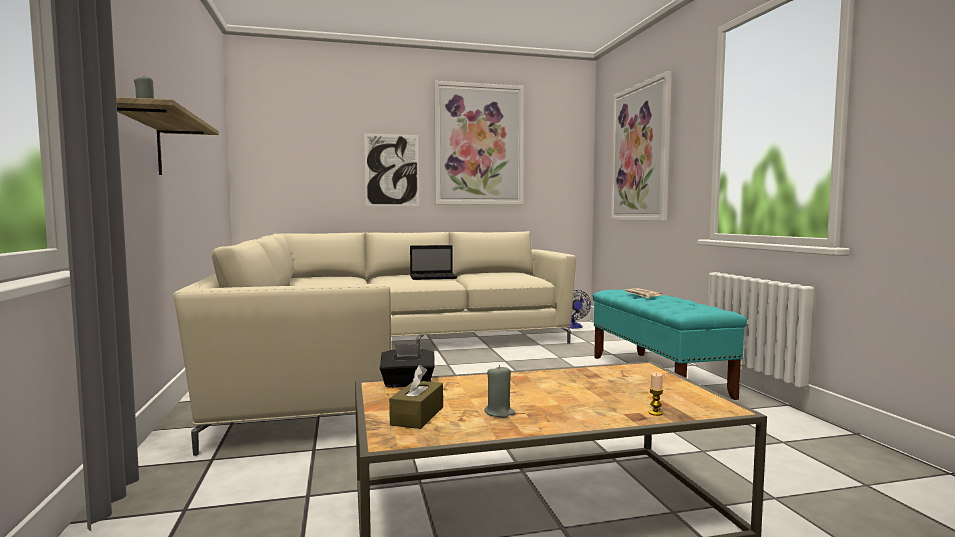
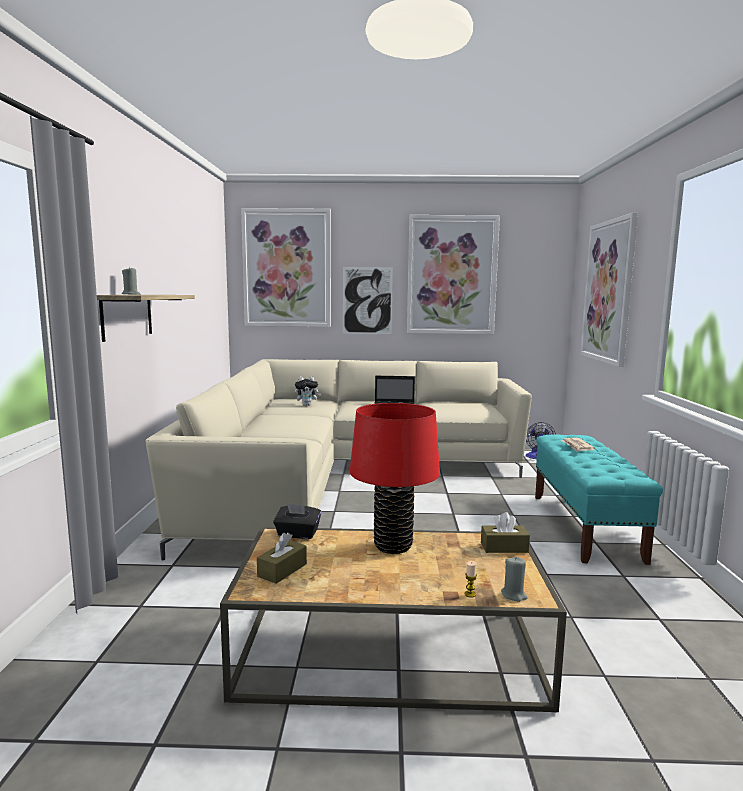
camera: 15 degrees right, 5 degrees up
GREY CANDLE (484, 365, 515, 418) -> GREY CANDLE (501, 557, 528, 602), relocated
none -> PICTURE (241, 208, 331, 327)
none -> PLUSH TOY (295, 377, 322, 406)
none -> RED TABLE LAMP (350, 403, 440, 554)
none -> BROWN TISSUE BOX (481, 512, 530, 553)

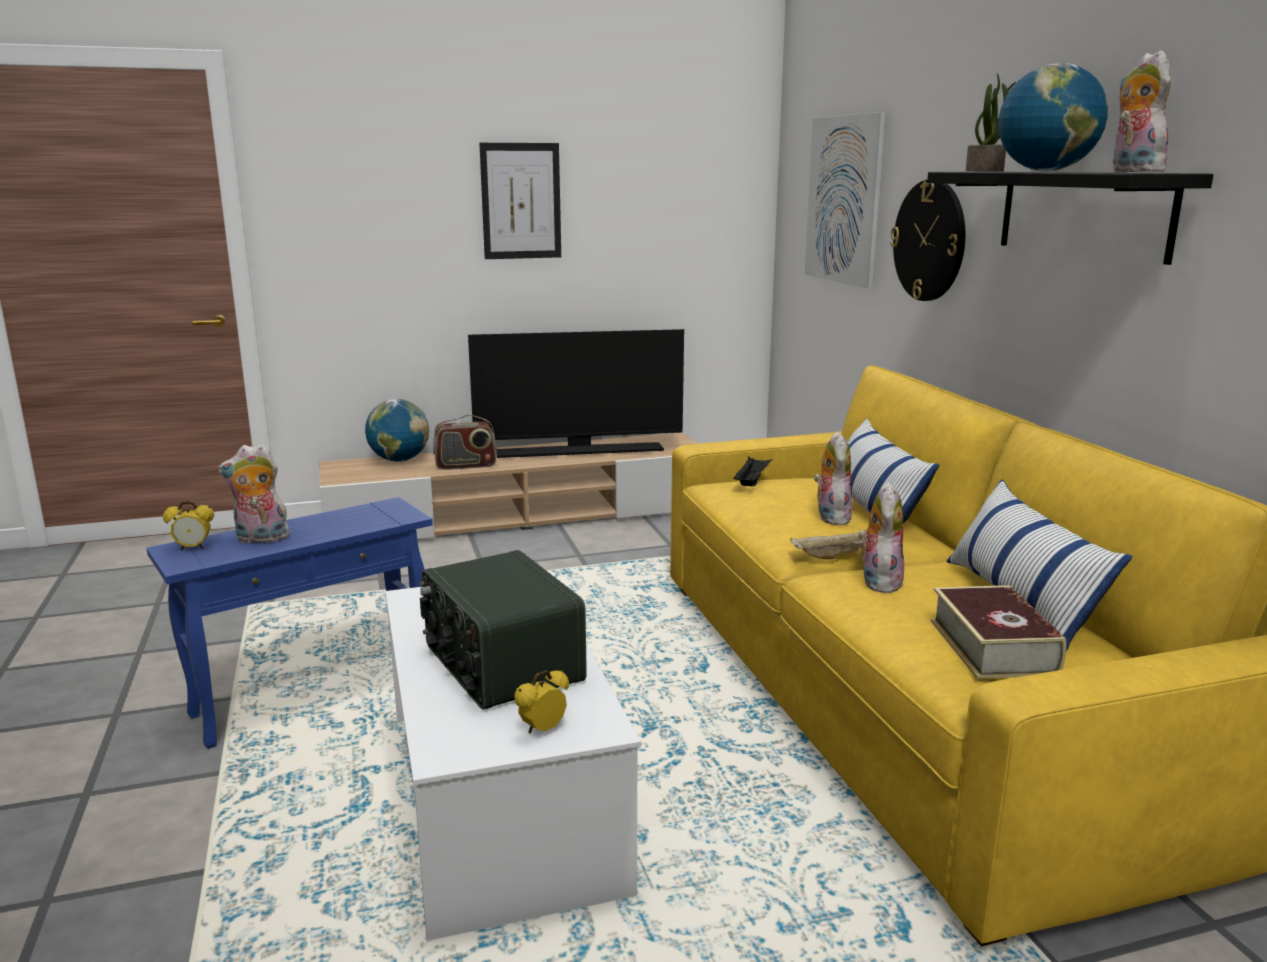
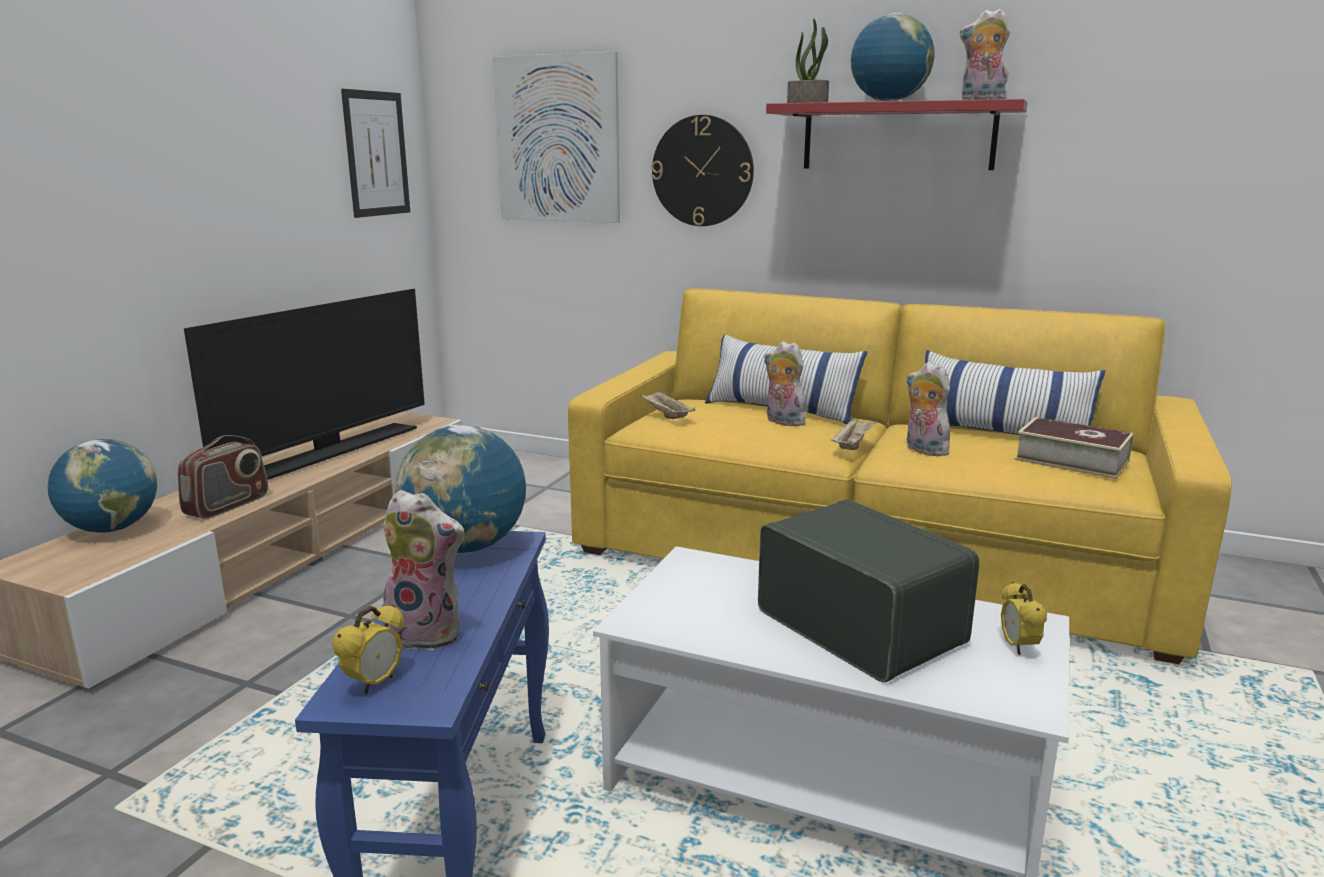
camera: 50 degrees left, 0 degrees up
PLUSH TOY (218, 443, 290, 544) -> PLUSH TOY (383, 490, 465, 650), 105 degrees counterclockwise
RADIO (419, 550, 587, 710) -> RADIO (758, 499, 979, 683), 135 degrees counterclockwise
PICTURE (479, 143, 561, 259) -> PICTURE (341, 89, 410, 218), relocated
BLACK TRAY (733, 456, 772, 487) -> BEIGE TRAY (640, 391, 695, 419)
BLACK SHELF (927, 172, 1214, 265) -> RED SHELF (766, 99, 1027, 170)
none -> GLOBE (395, 425, 526, 554)

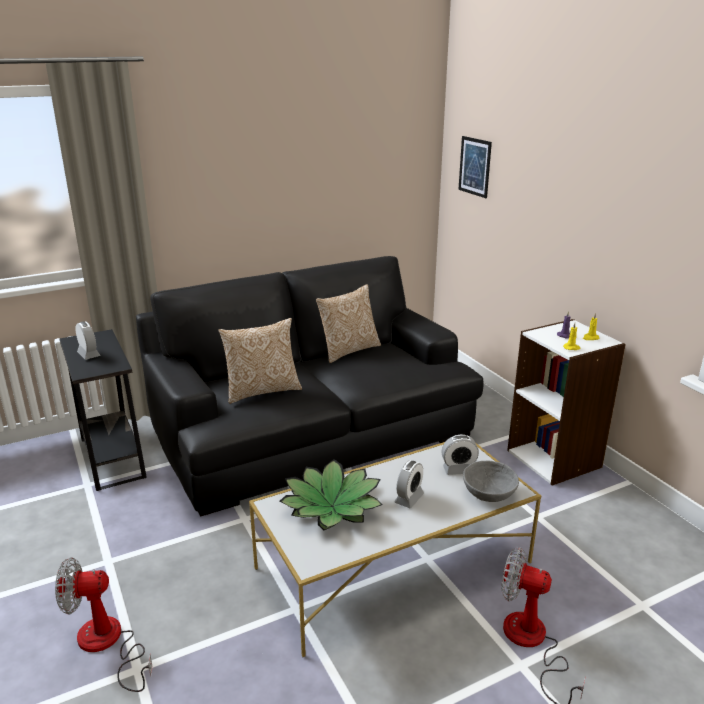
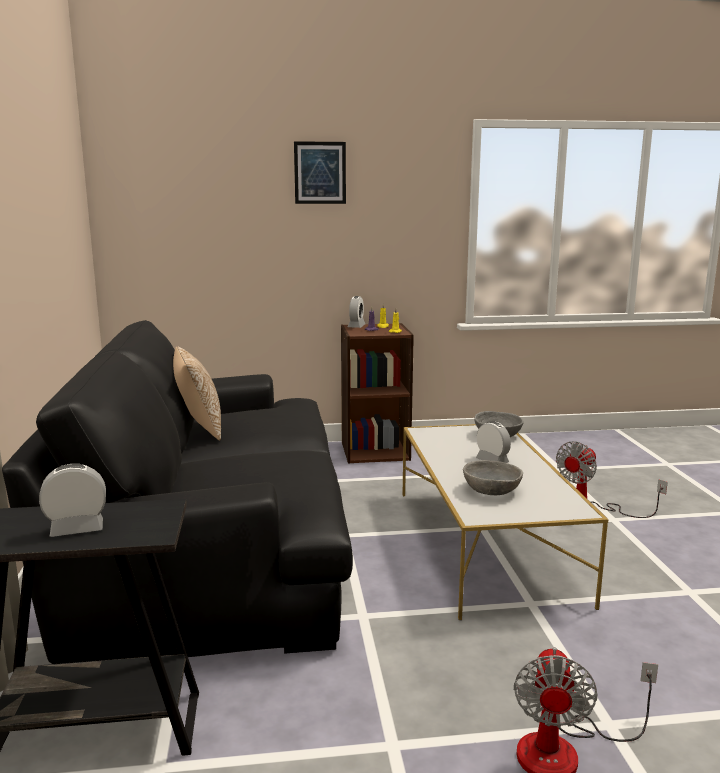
camera: 70 degrees left, 10 degrees down
PILLOW (219, 318, 302, 404) -> none
POTTED PLANT (280, 459, 383, 530) -> GREY BOWL (463, 460, 523, 496)
ALARM CLOCK (441, 435, 479, 475) -> ALARM CLOCK (348, 296, 365, 328), relocated
PICTURE (458, 136, 492, 198) -> PICTURE (294, 141, 346, 204), relocated
WHITE BOOKCASE (507, 319, 626, 486) -> BROWN BOOKCASE (341, 323, 414, 464)

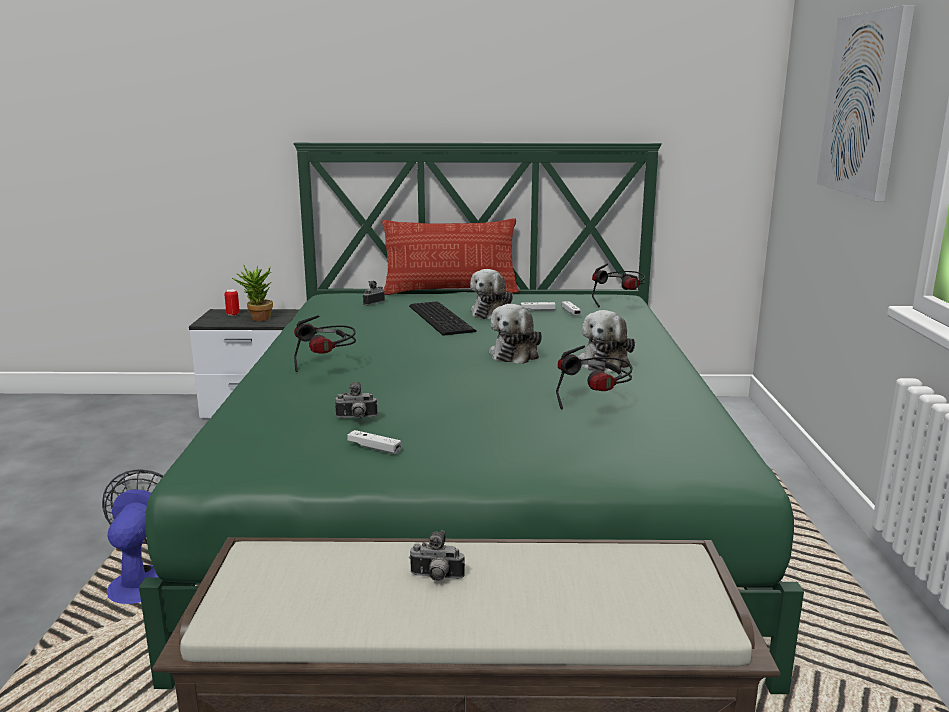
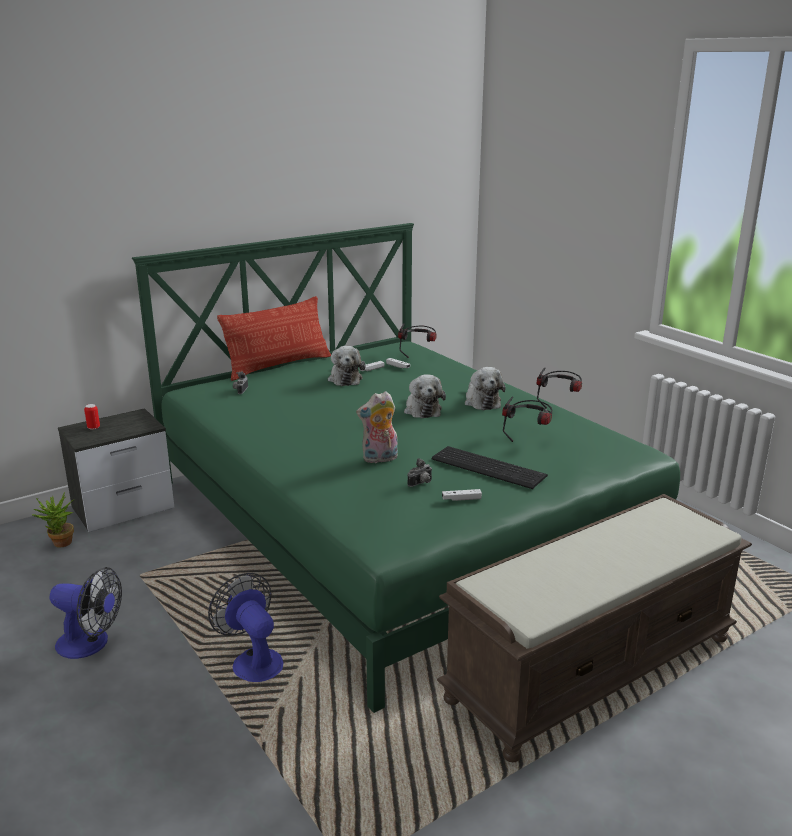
camera: 35 degrees left, 5 degrees up
POTTED PLANT (232, 265, 273, 321) -> POTTED PLANT (32, 492, 74, 548), relocated
HEADPHONES (294, 315, 356, 372) -> HEADPHONES (537, 367, 582, 409), relocated
KEYBOARD (409, 301, 477, 336) -> KEYBOARD (432, 446, 548, 489), relocated
PHOTO CAMERA (409, 530, 465, 581) -> none
PICTURE (817, 5, 915, 201) -> none
none -> FAN (49, 567, 122, 659)
none -> PLUSH TOY (356, 391, 398, 463)

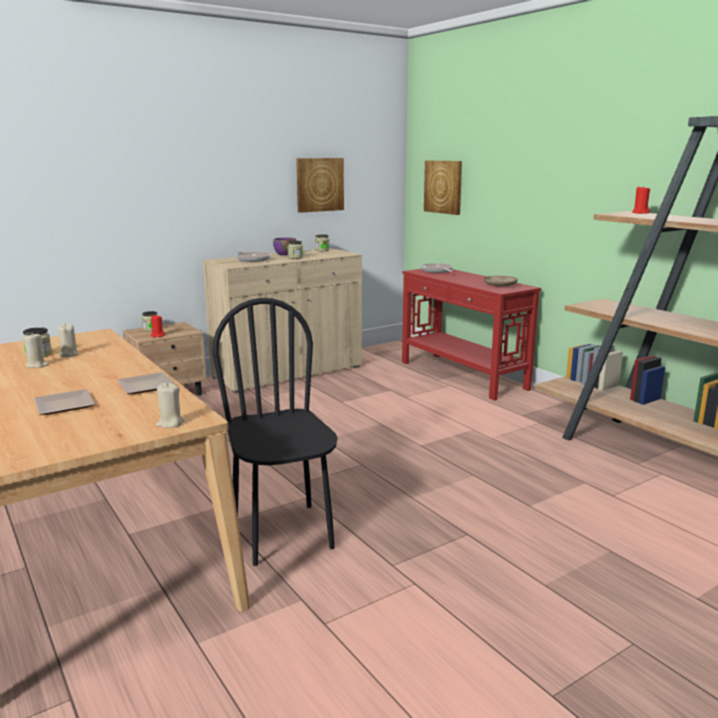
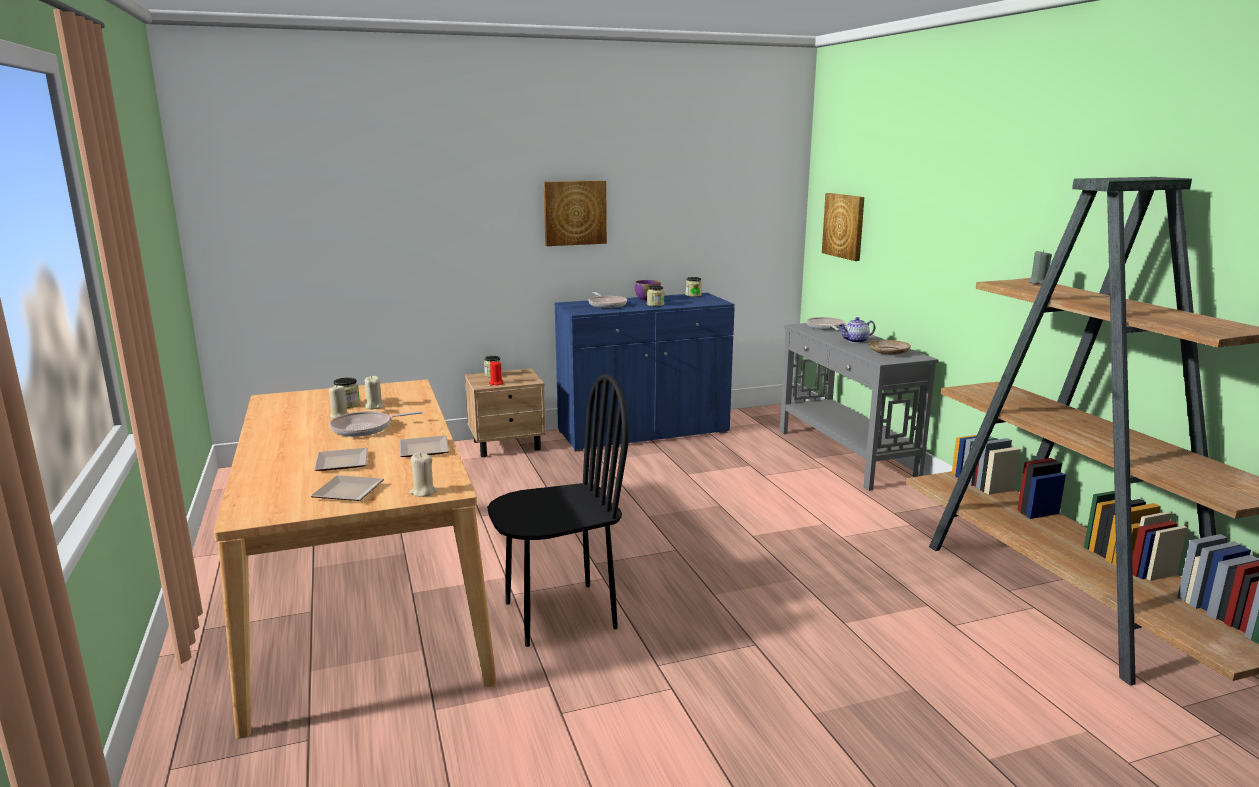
camera: 15 degrees right, 0 degrees up
BEIGE CABINET (203, 248, 362, 393) -> BLUE CABINET (555, 293, 735, 452)
BLACK CHAIR (213, 298, 338, 566) -> BLACK CHAIR (487, 374, 629, 647), 75 degrees clockwise
PICTURE (296, 158, 344, 213) -> PICTURE (543, 180, 607, 246), relocated
RED CONSOLE TABLE (402, 269, 541, 400) -> GREY CONSOLE TABLE (780, 323, 938, 491)
RED CANDLE (632, 185, 650, 214) -> GREY CANDLE (1028, 250, 1052, 284)
none -> PLATE (311, 475, 384, 501)
none -> FRYING PAN (329, 411, 423, 437)
none -> TEAPOT (839, 317, 875, 343)

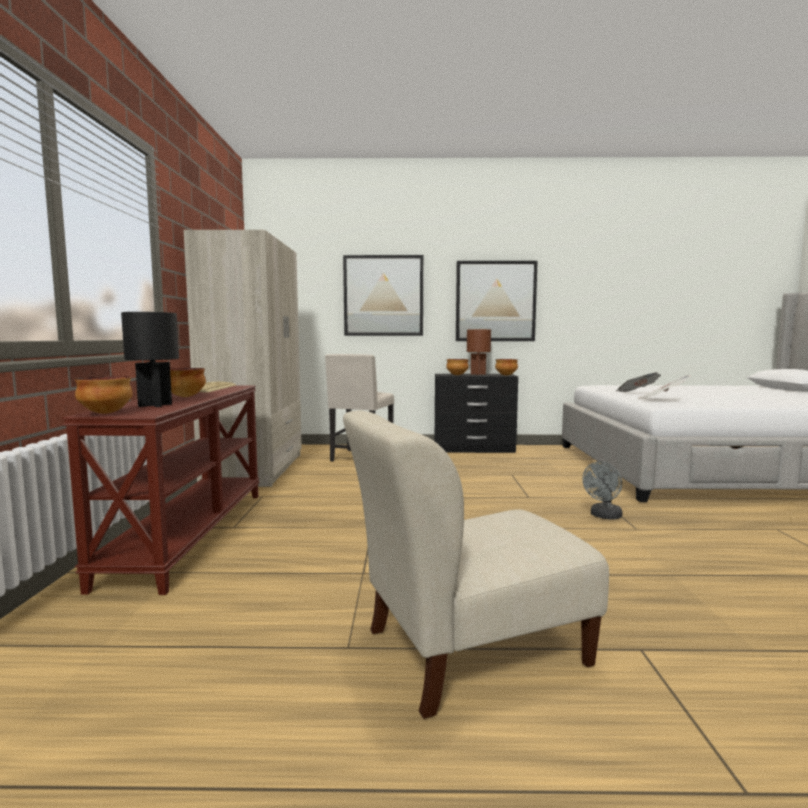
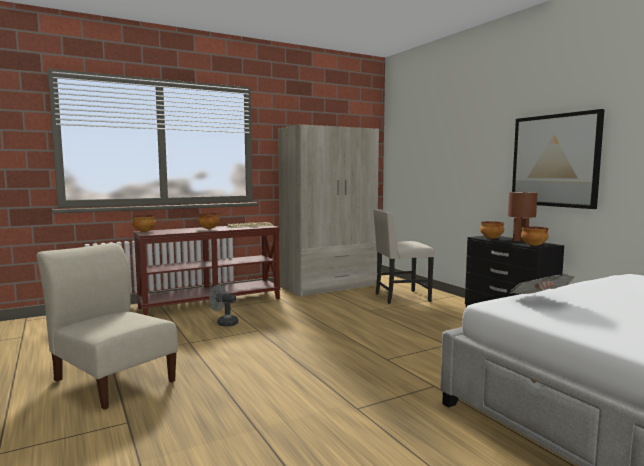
camera: 60 degrees right, 0 degrees up
BLACK TABLE LAMP (121, 312, 179, 407) -> none
PICTURE (343, 255, 423, 336) -> none
GREY FAN (582, 462, 622, 520) -> GREY FAN (209, 284, 238, 327), relocated
NEWSPAPER (616, 372, 661, 392) -> none

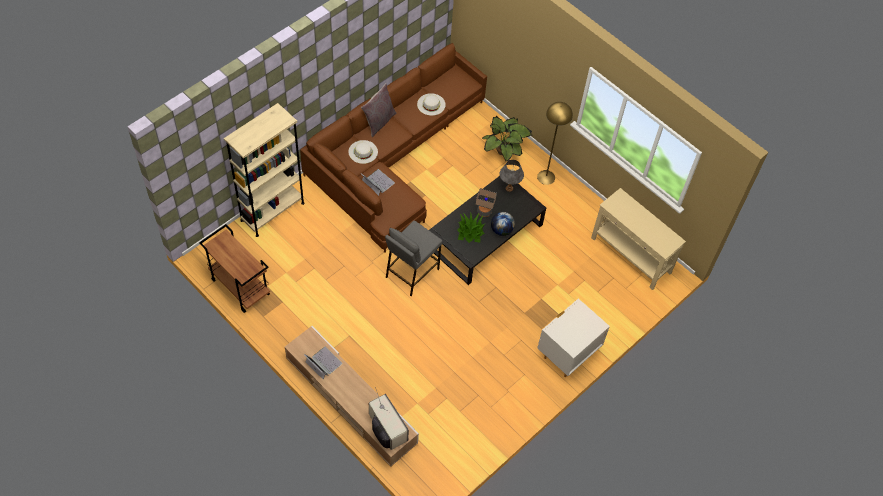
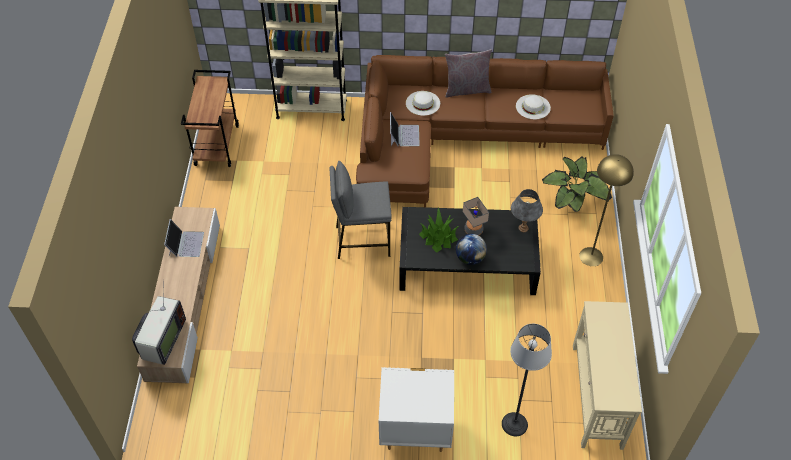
camera: 50 degrees right, 5 degrees down
none -> FLOOR LAMP (502, 324, 552, 436)

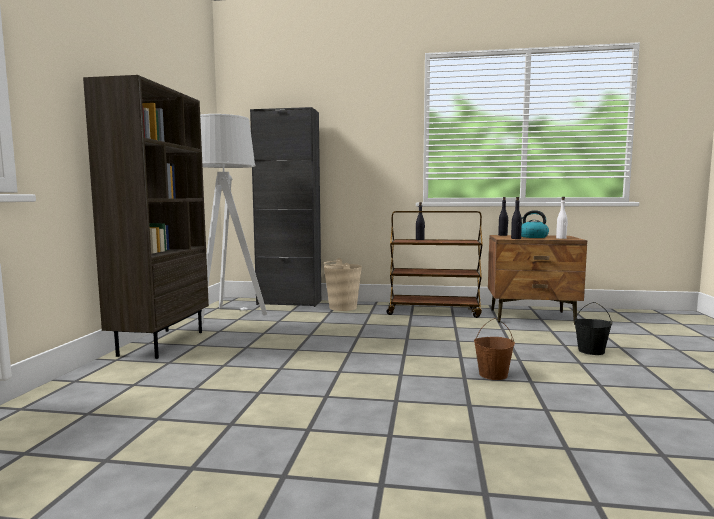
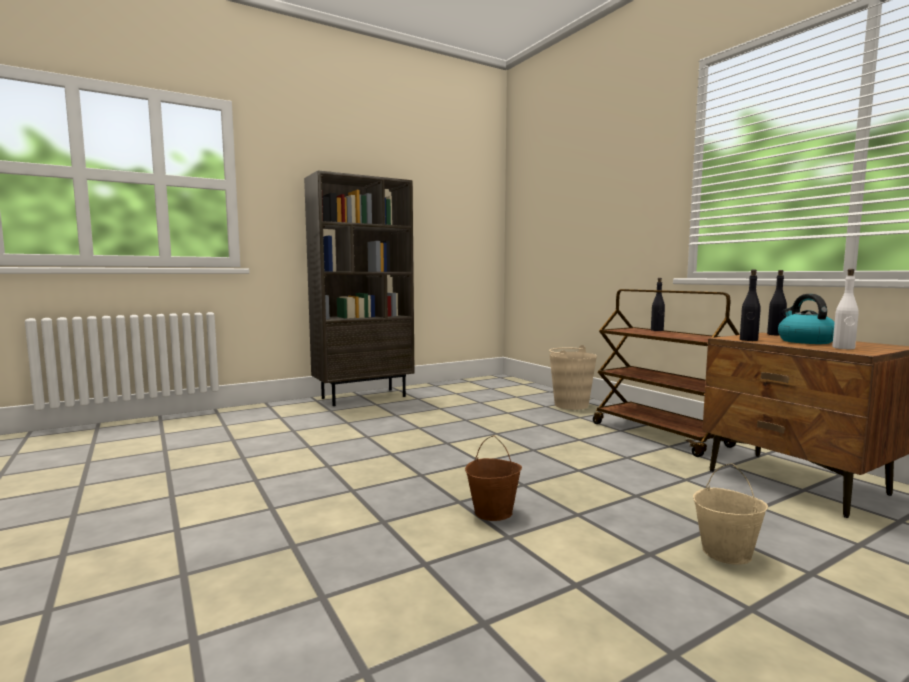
camera: 50 degrees right, 0 degrees up
GREY FLOOR LAMP (200, 114, 267, 323) -> none
BLACK CABINET (250, 107, 321, 307) -> none
BLACK BUCKET (574, 302, 612, 355) -> BEIGE BUCKET (693, 463, 768, 565)

